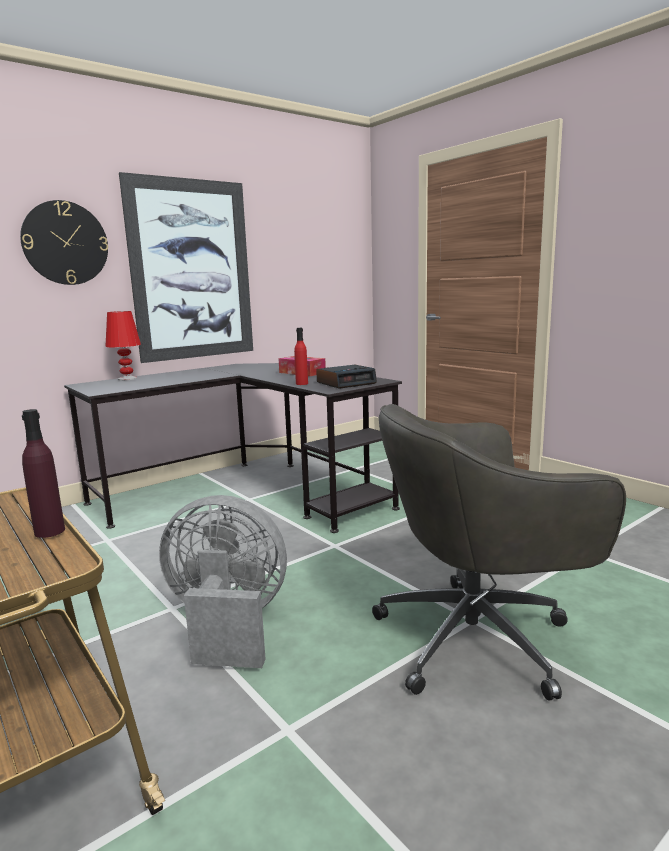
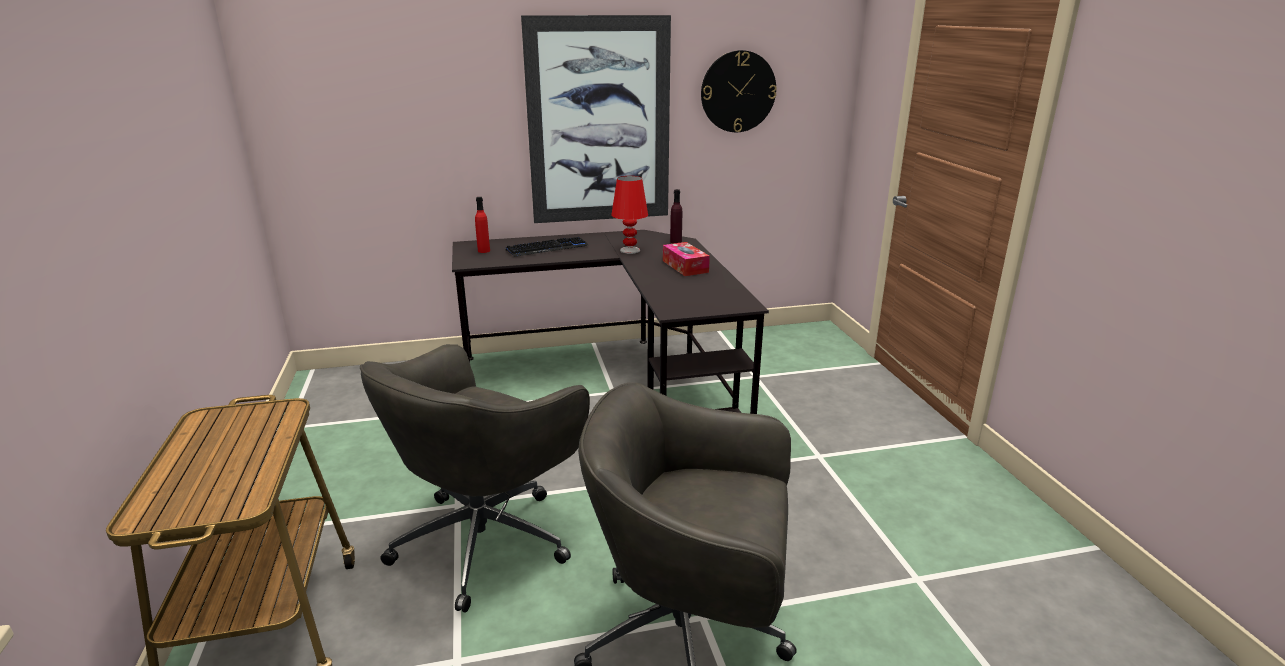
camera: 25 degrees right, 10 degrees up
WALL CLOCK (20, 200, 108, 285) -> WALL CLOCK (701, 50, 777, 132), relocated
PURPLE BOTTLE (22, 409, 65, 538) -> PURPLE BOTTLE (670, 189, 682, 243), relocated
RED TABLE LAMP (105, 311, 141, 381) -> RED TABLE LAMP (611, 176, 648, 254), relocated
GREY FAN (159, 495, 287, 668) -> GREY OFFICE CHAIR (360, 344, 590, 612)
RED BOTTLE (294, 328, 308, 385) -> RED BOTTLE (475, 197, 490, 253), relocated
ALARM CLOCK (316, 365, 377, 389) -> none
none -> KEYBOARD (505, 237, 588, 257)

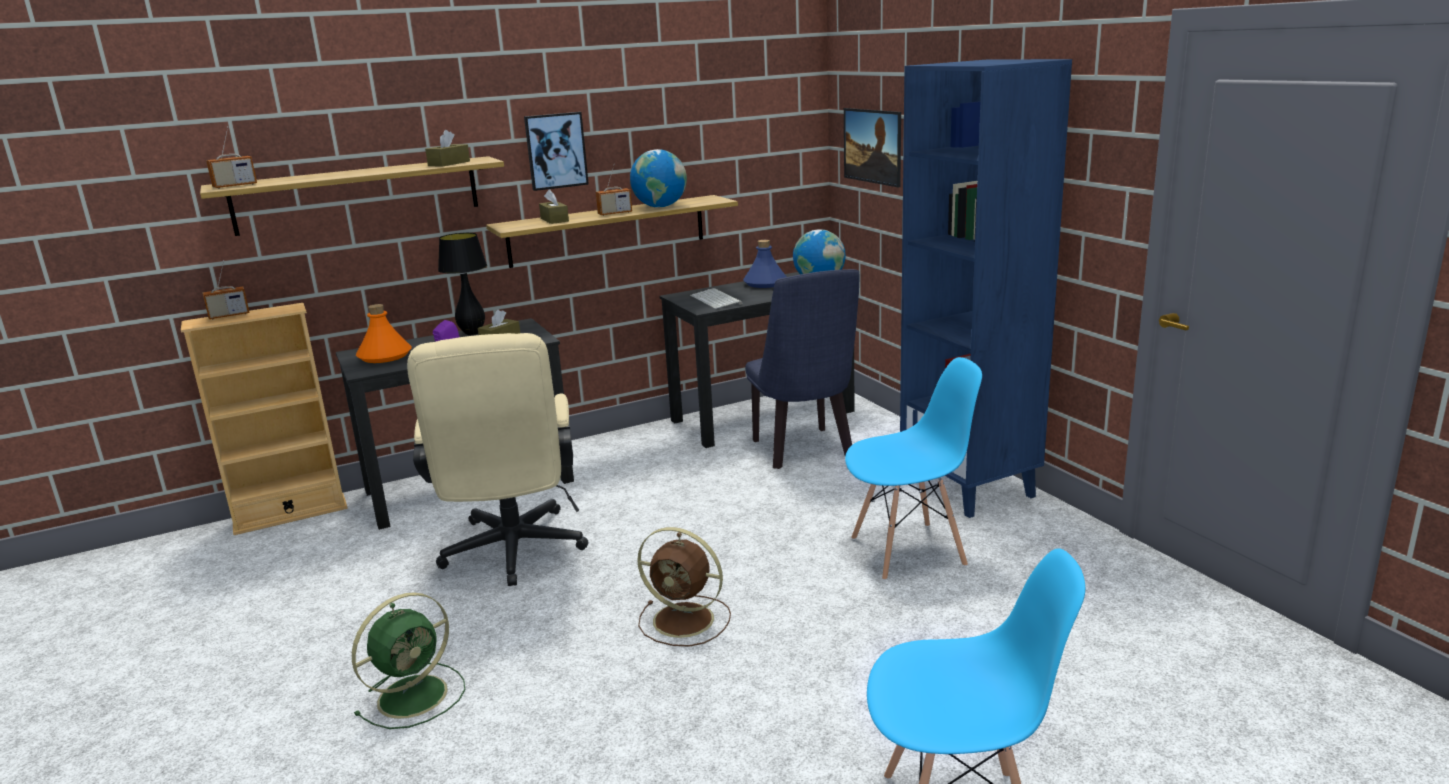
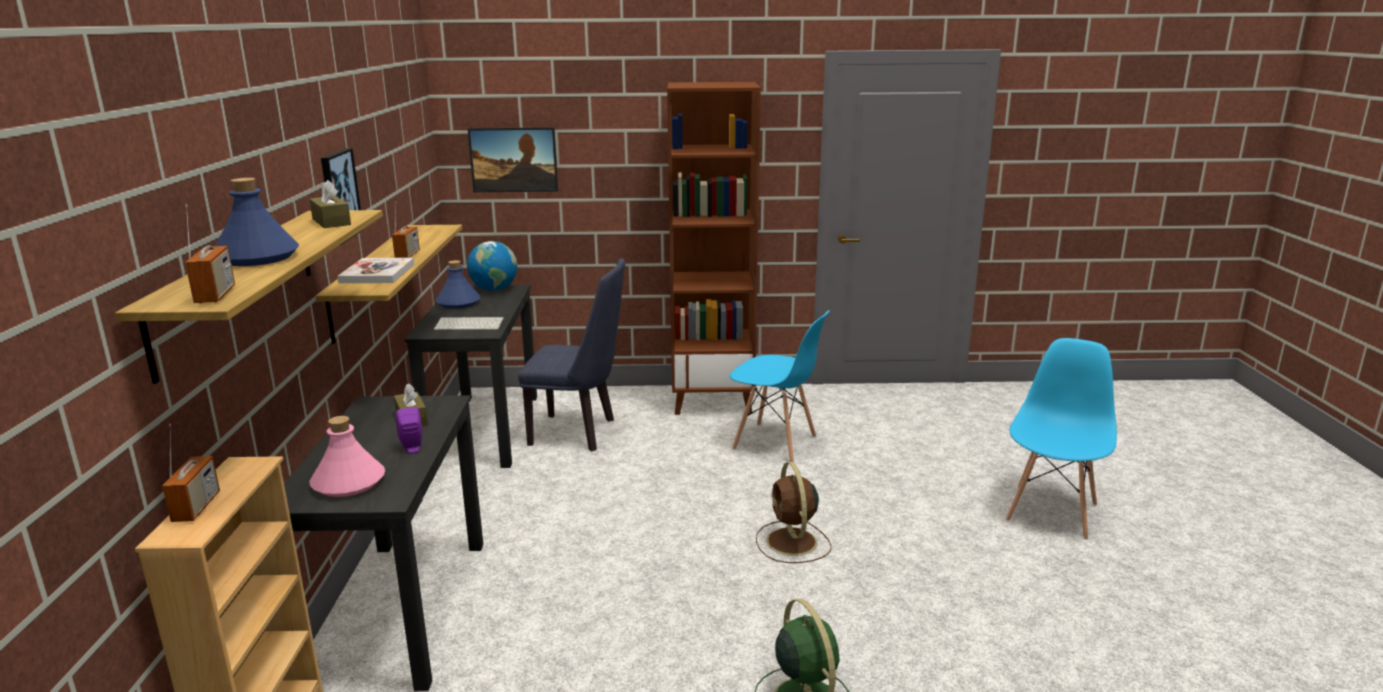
camera: 65 degrees left, 0 degrees up
ORANGE BOTTLE (356, 304, 412, 363) -> PINK BOTTLE (309, 416, 385, 497)
BEIGE OFFICE CHAIR (407, 333, 588, 586) -> none
BLACK TABLE LAMP (438, 233, 487, 335) -> none
BROWN TISSUE BOX (539, 189, 569, 224) -> BOOK (337, 258, 414, 283)
GLOBE (630, 149, 687, 207) -> none
BROWN FAN (637, 527, 731, 647) -> BROWN FAN (756, 462, 831, 563), 120 degrees clockwise
BLUE CHAIR (845, 357, 982, 581) -> BLUE CHAIR (729, 310, 830, 462), 105 degrees clockwise
BLUE BOOKCASE (900, 59, 1072, 518) -> BROWN BOOKCASE (667, 82, 761, 415)
none -> BLUE BOTTLE (215, 178, 299, 266)

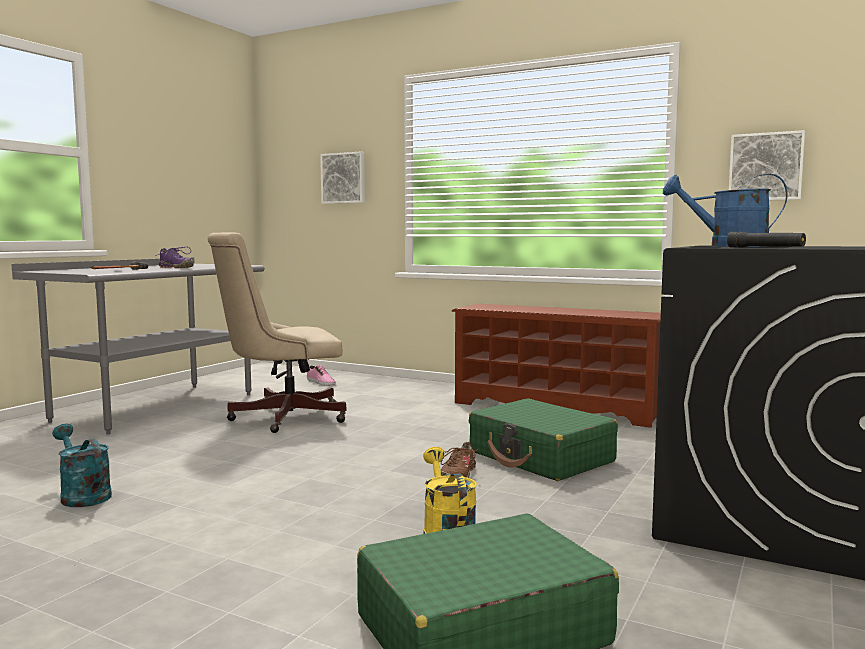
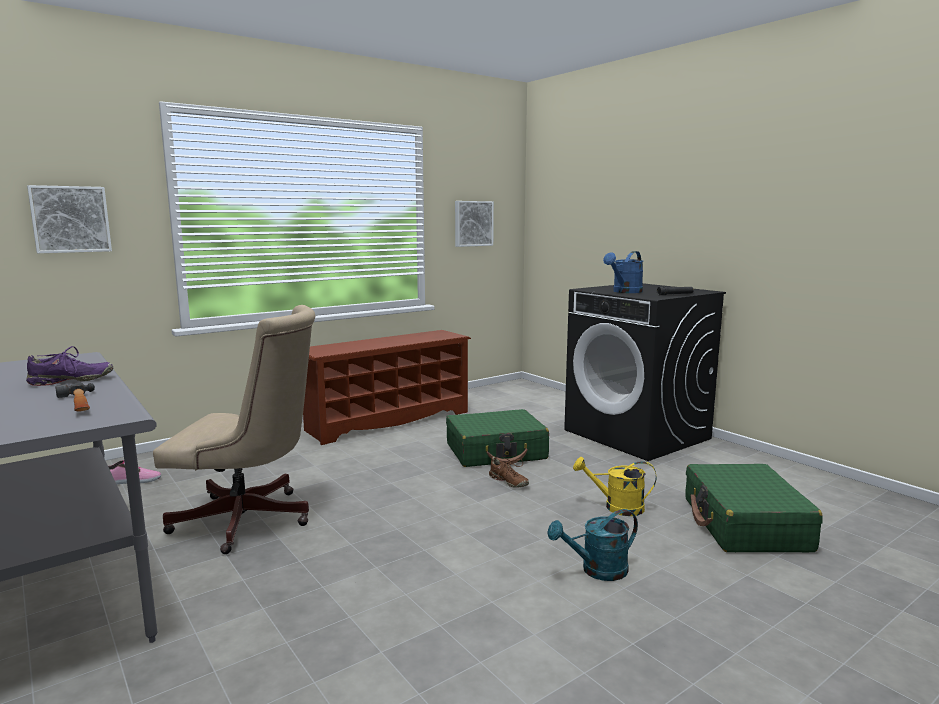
camera: 65 degrees left, 5 degrees up
TURQUOISE WATERING CAN (52, 424, 112, 507) -> TURQUOISE WATERING CAN (547, 509, 638, 581), relocated
BEIGE OFFICE CHAIR (208, 233, 346, 433) -> BEIGE OFFICE CHAIR (153, 305, 315, 554), 90 degrees counterclockwise

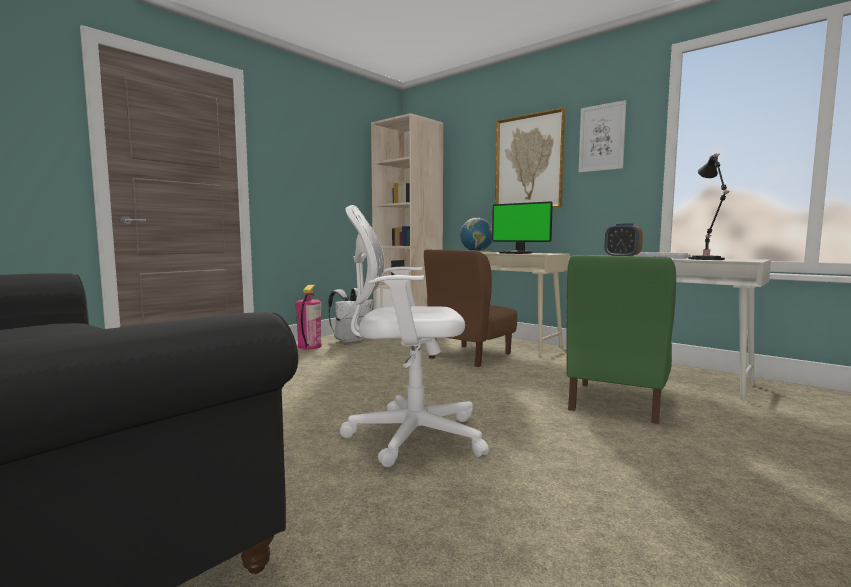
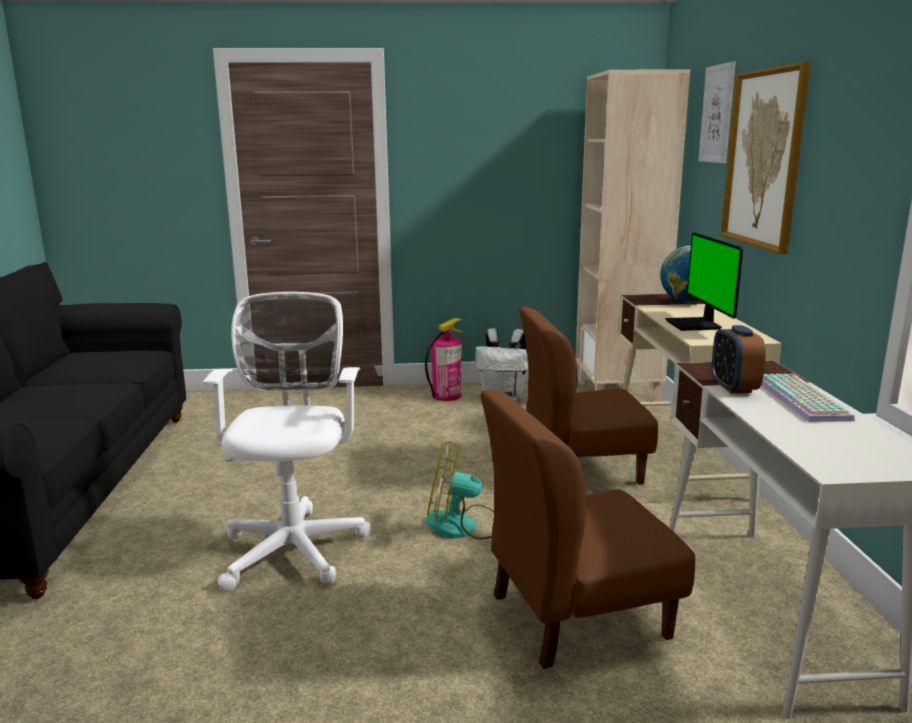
camera: 45 degrees right, 10 degrees up
WHITE OFFICE CHAIR (340, 205, 489, 467) -> WHITE OFFICE CHAIR (202, 292, 371, 592), 45 degrees clockwise
GREEN CHAIR (566, 255, 676, 424) -> BROWN CHAIR (480, 390, 695, 669)
PICTURE (579, 100, 626, 173) -> PICTURE (698, 62, 736, 163), relocated
BLACK TABLE LAMP (688, 153, 729, 260) -> none
none -> FAN (426, 441, 494, 540)

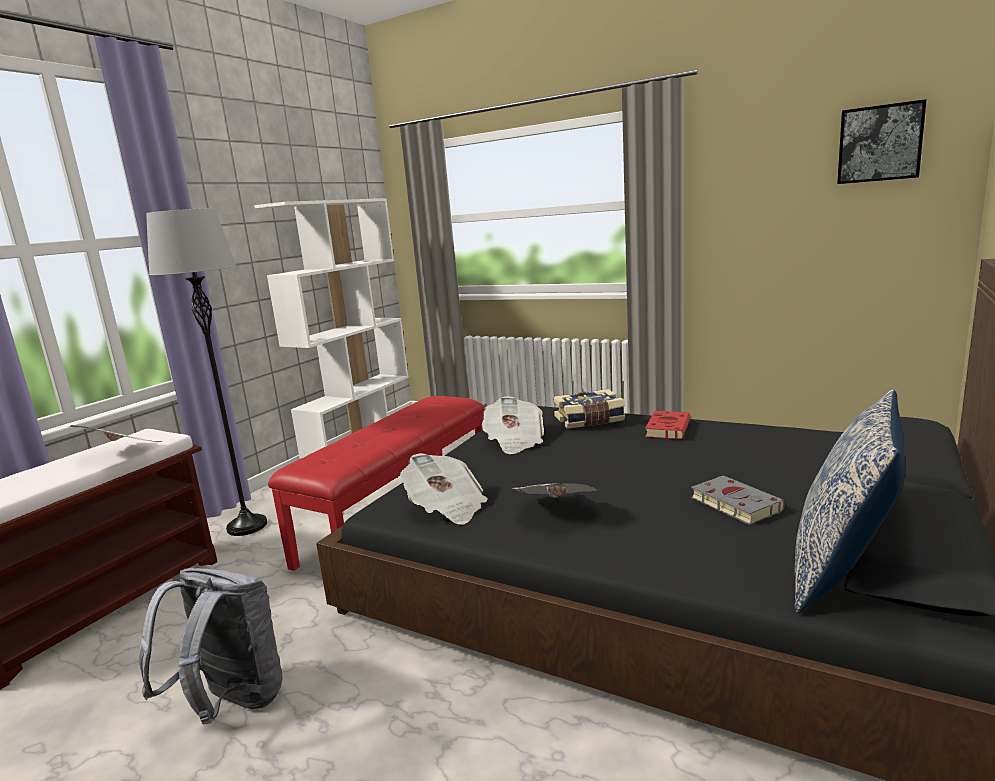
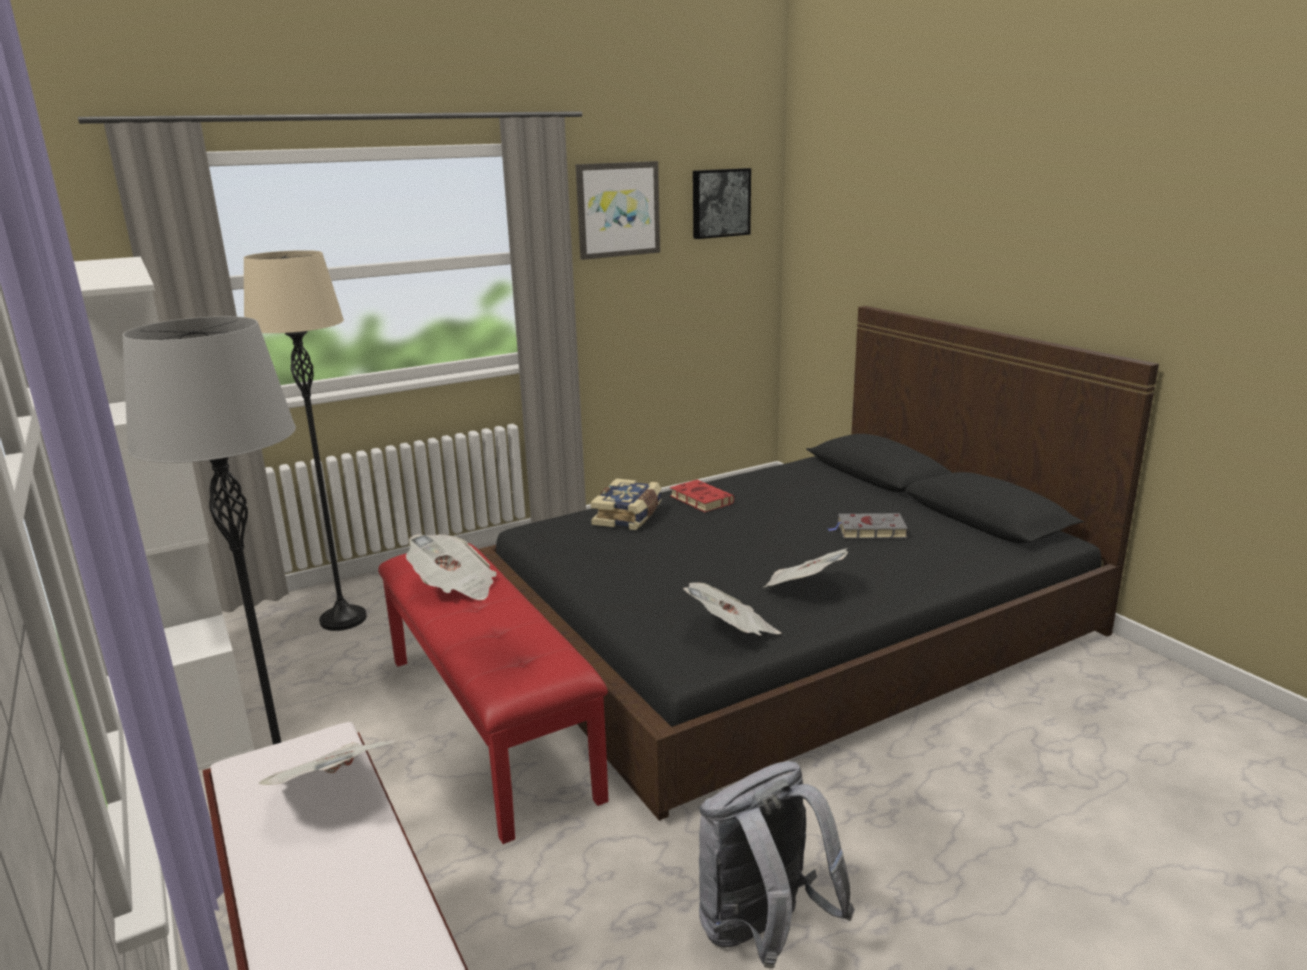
camera: 60 degrees left, 5 degrees up
NEWSPAPER (481, 396, 544, 454) -> NEWSPAPER (406, 534, 497, 600), relocated
PILLOW (795, 390, 905, 613) -> none
none -> BEIGE FLOOR LAMP (244, 250, 367, 631)
none -> PICTURE (576, 161, 660, 260)

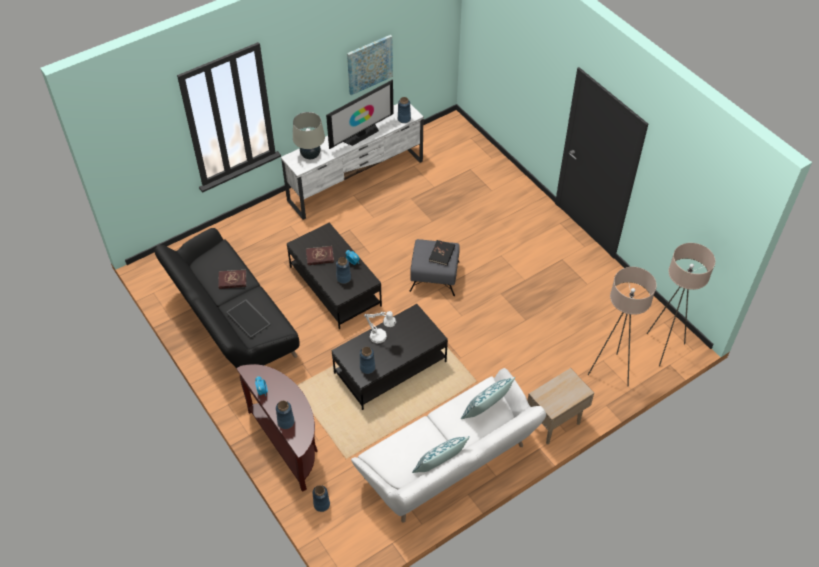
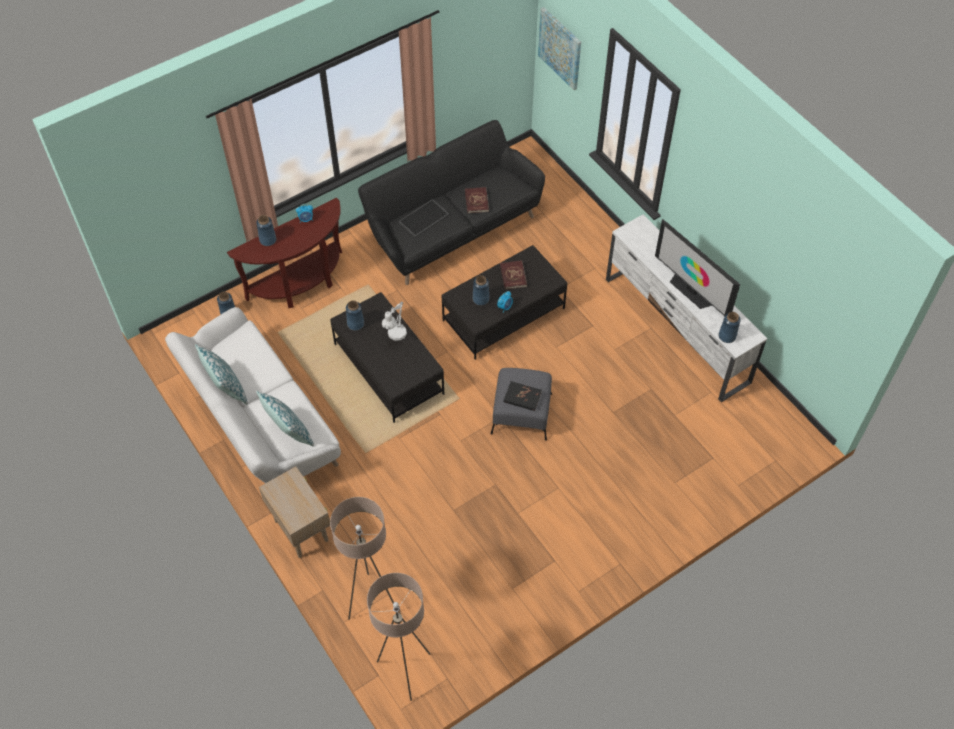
camera: 90 degrees right, 5 degrees up
BEIGE TABLE LAMP (293, 112, 325, 159) -> none
PICTURE (347, 35, 393, 95) -> PICTURE (538, 7, 581, 90), relocated

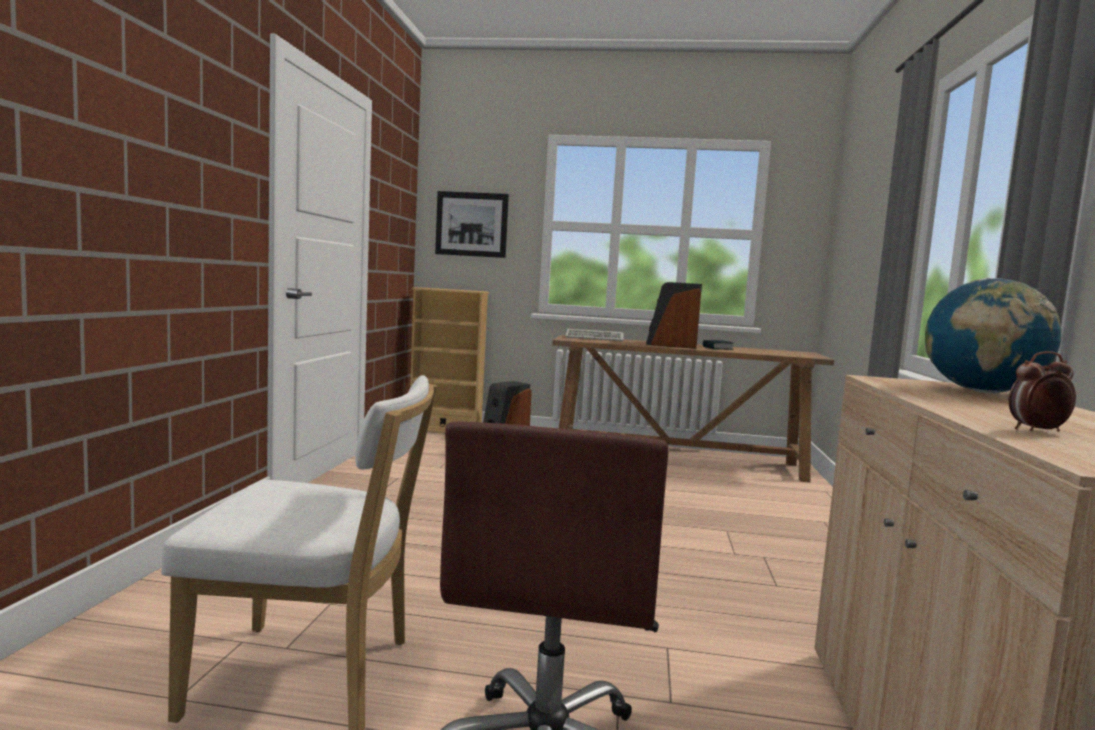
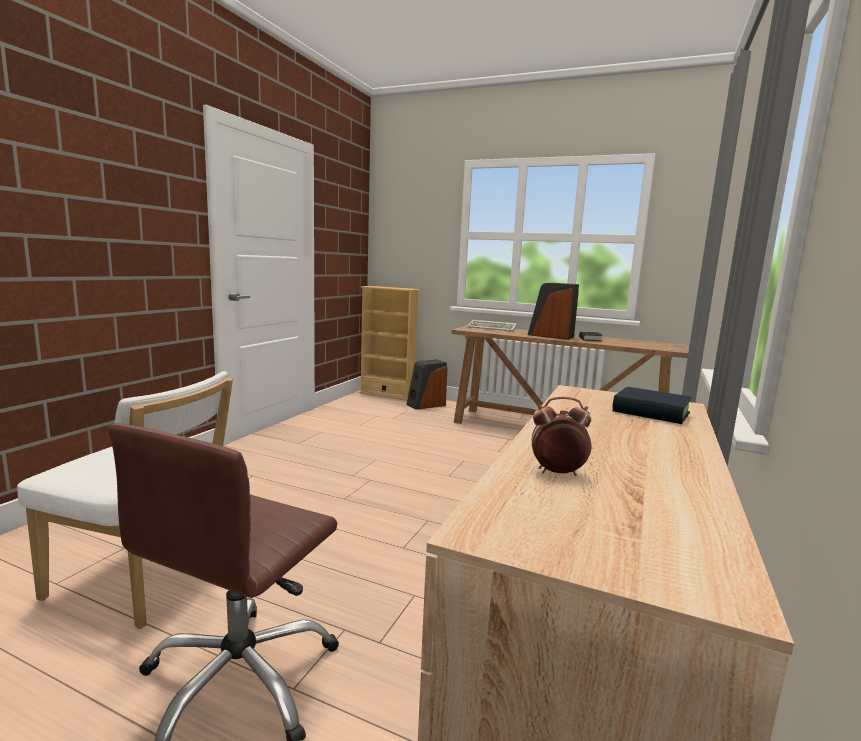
camera: 15 degrees right, 5 degrees up
PICTURE (435, 191, 509, 258) -> none
GLOBE (925, 278, 1061, 393) -> BOOK (612, 387, 692, 424)

